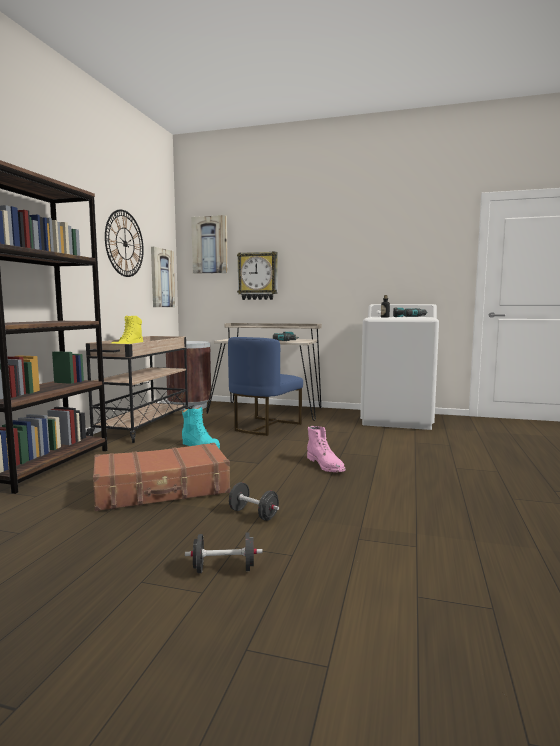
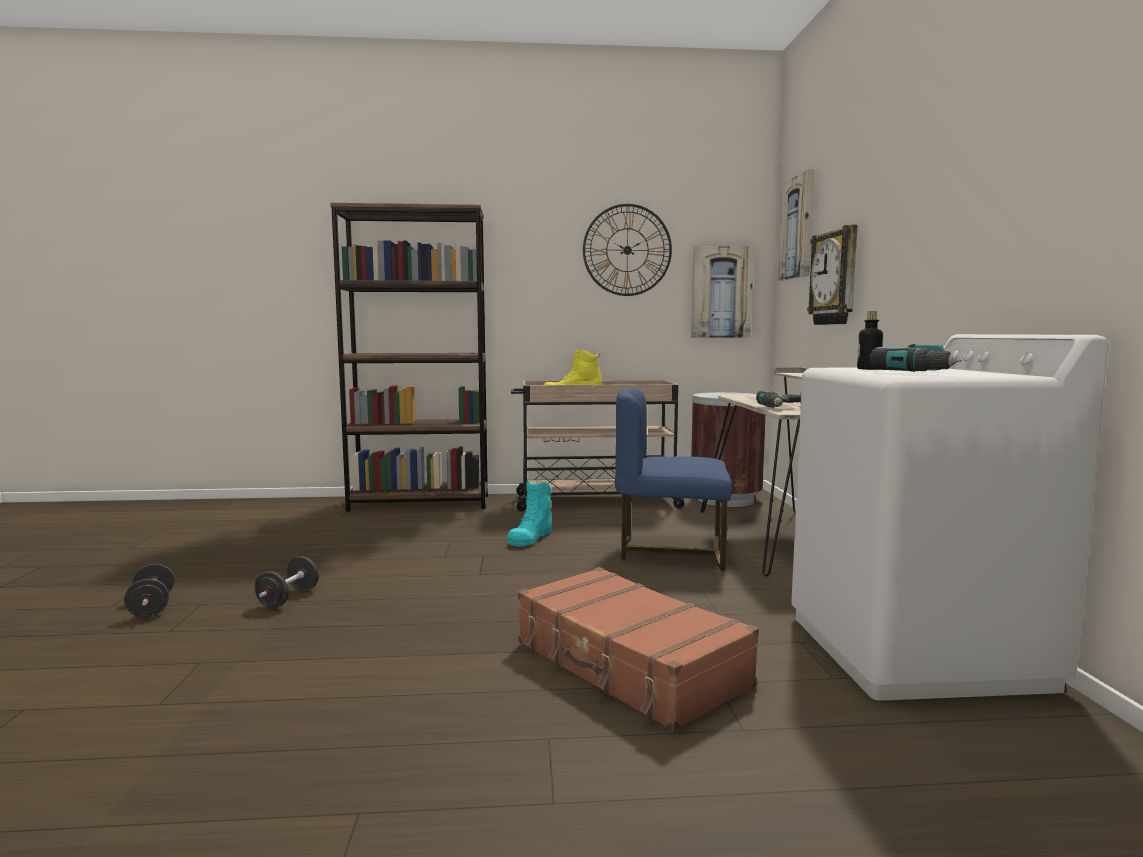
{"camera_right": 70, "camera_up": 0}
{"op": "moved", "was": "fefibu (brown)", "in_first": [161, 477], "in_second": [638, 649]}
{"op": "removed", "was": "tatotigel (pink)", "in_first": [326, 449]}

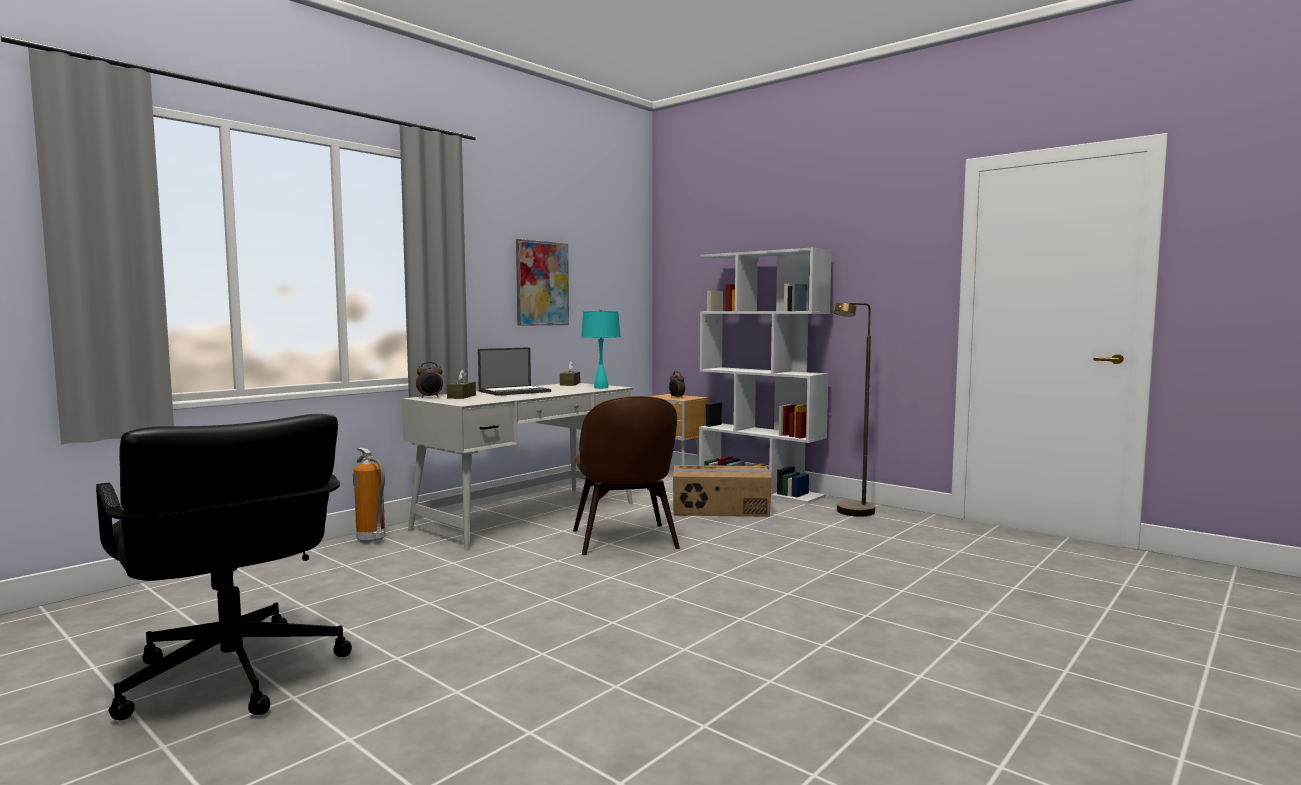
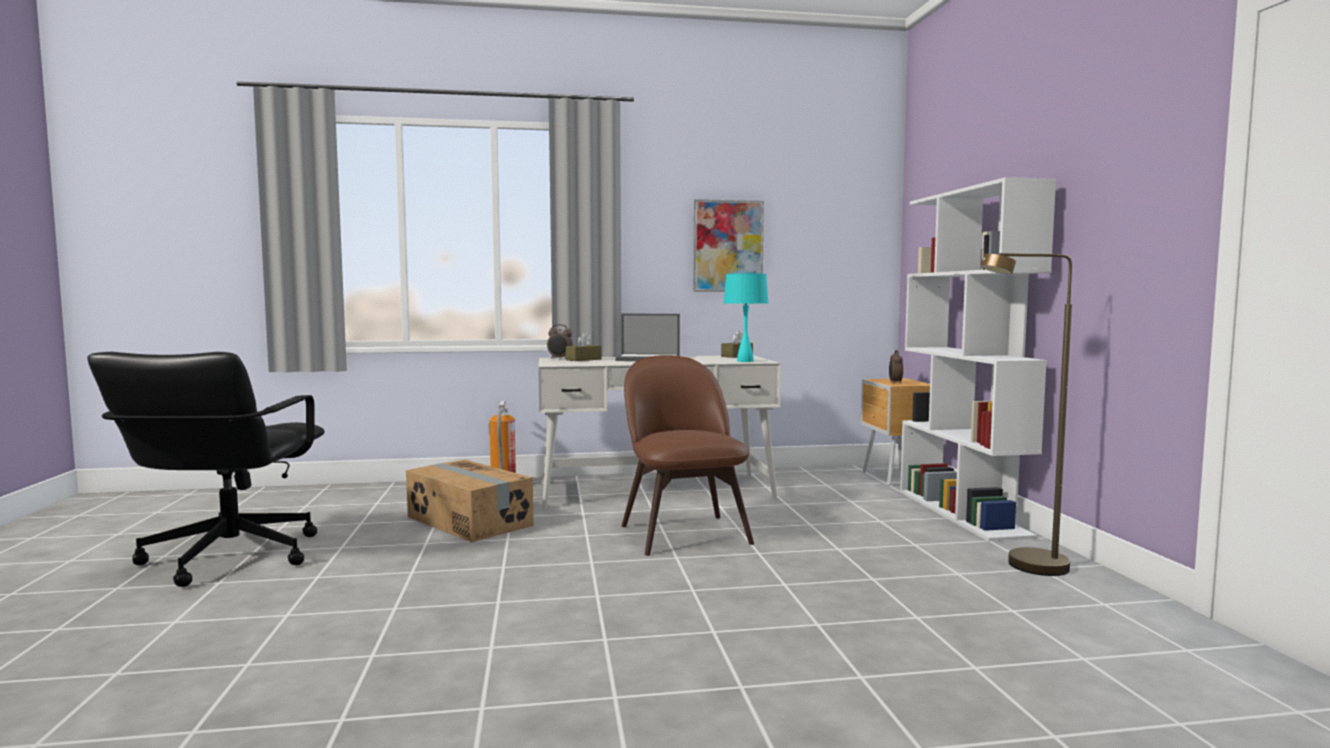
{"camera_right": 40, "camera_up": 0}
{"op": "moved", "was": "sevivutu", "in_first": [722, 491], "in_second": [470, 501]}
{"op": "turned", "was": "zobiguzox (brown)", "in_first": [626, 475], "in_second": [687, 455], "clockwise": 135}

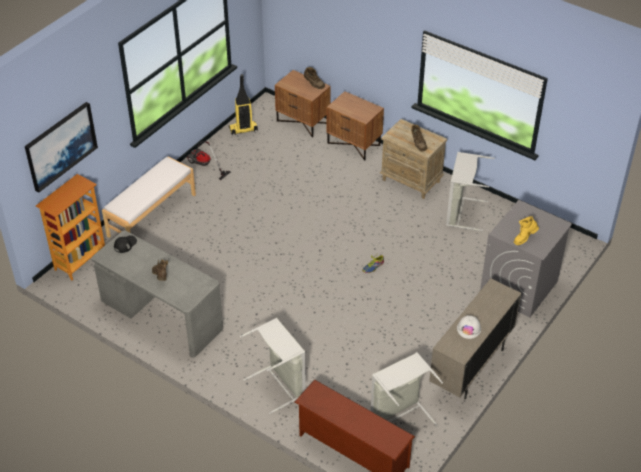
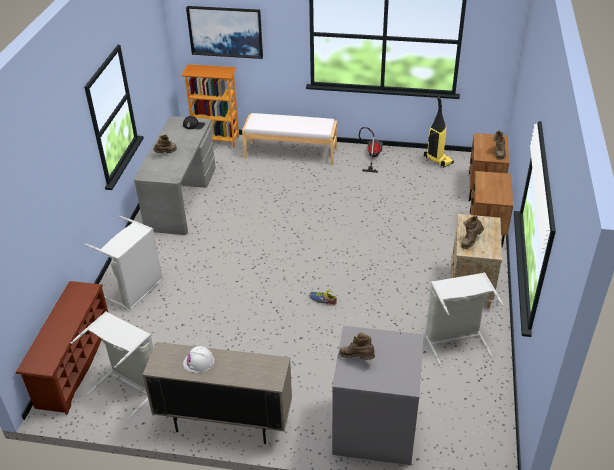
{"camera_right": 65, "camera_up": -5}
{"op": "recoloured", "was": "tatotigel (yellow)", "now": "tatotigel (brown)", "in_first": [526, 230], "in_second": [357, 346]}

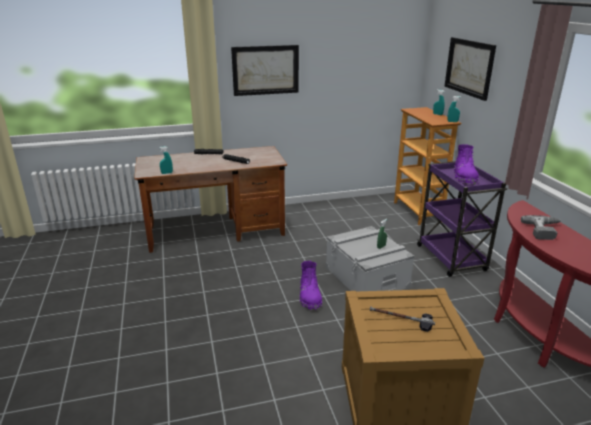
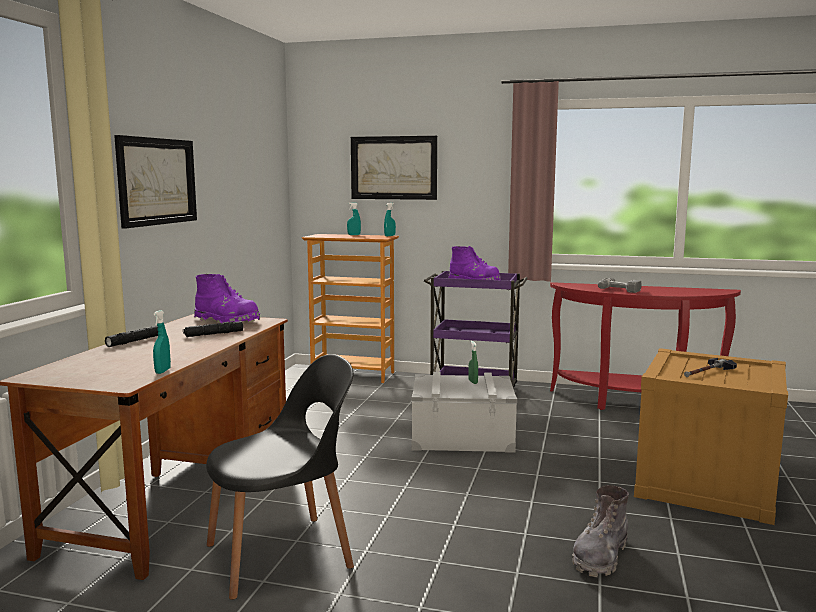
{"camera_right": -60, "camera_up": -15}
{"op": "moved", "was": "tatotigel (purple)", "in_first": [311, 285], "in_second": [227, 298]}
{"op": "added", "now": "zobiguzox (black)", "in_second": [280, 477]}
{"op": "added", "now": "tatotigel (grey)", "in_second": [600, 531]}

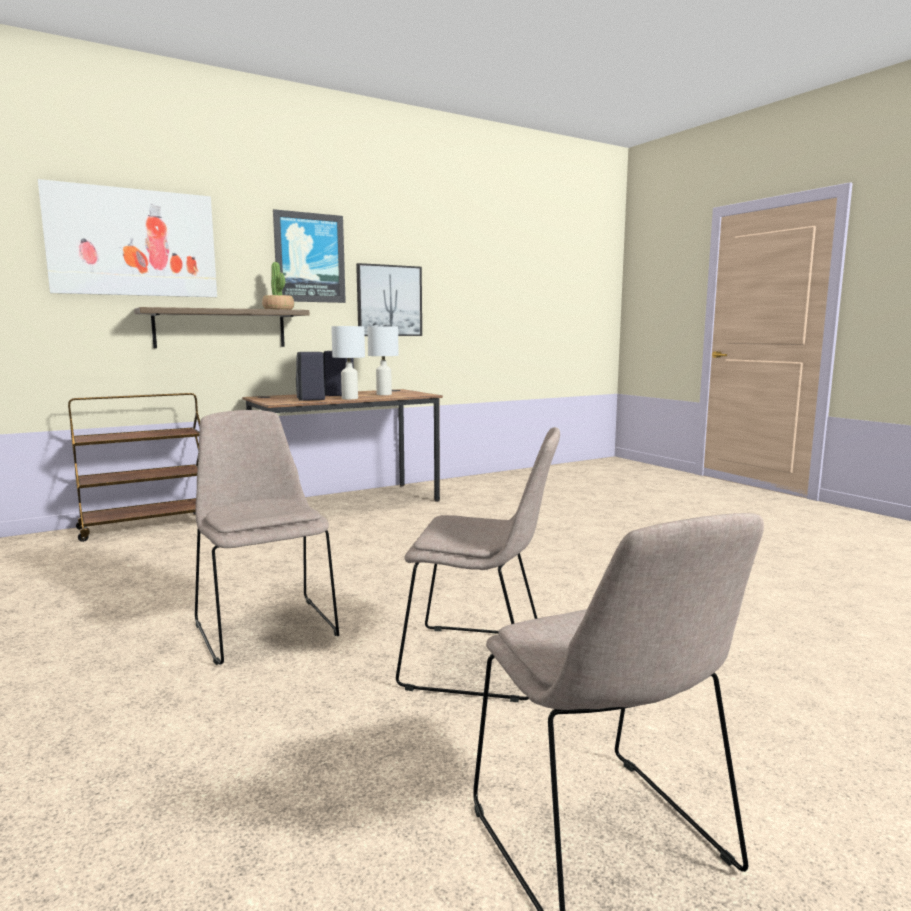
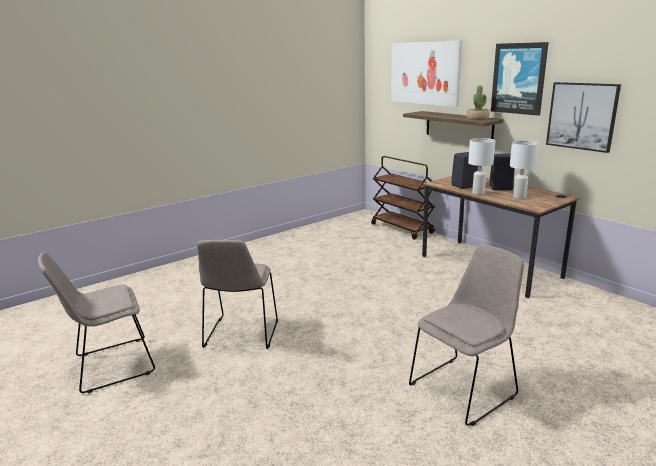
{"camera_right": 85, "camera_up": 10}
{"op": "moved", "was": "zobiguzox (beige)", "in_first": [267, 537], "in_second": [466, 335]}

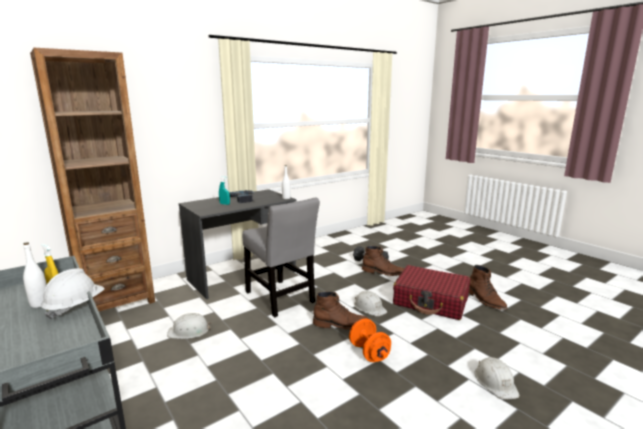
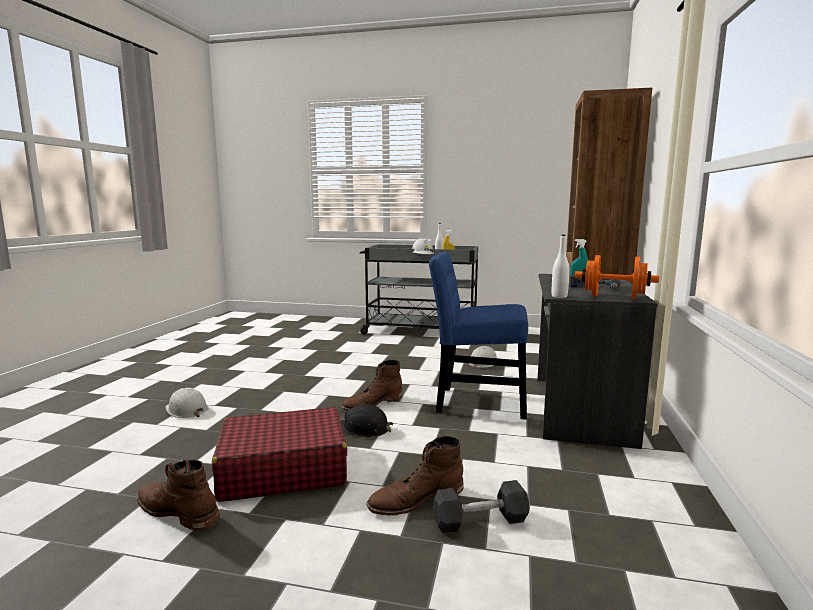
{"camera_right": 140, "camera_up": -5}
{"op": "recoloured", "was": "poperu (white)", "now": "poperu (black)", "in_first": [370, 303], "in_second": [367, 420]}
{"op": "recoloured", "was": "zobiguzox (grey)", "now": "zobiguzox (blue)", "in_first": [281, 258], "in_second": [478, 336]}
{"op": "moved", "was": "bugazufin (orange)", "in_first": [370, 340], "in_second": [617, 277]}

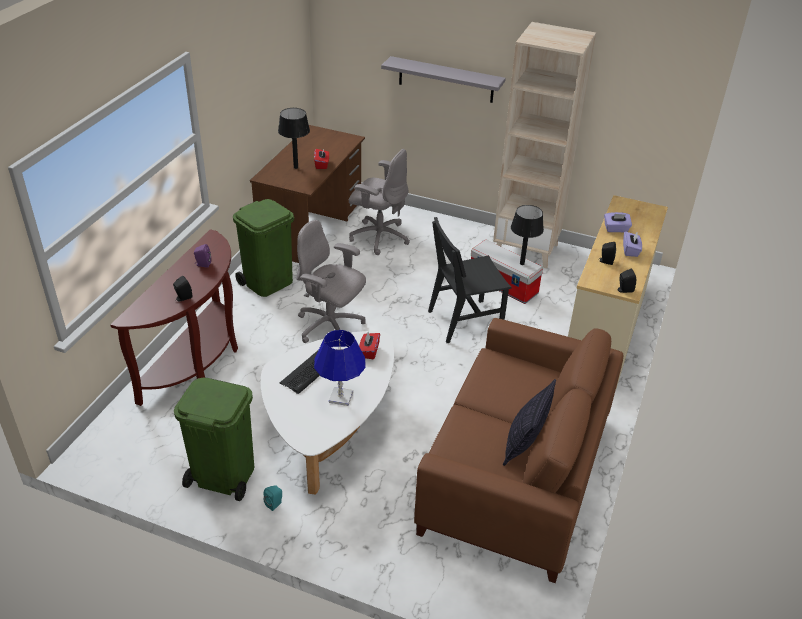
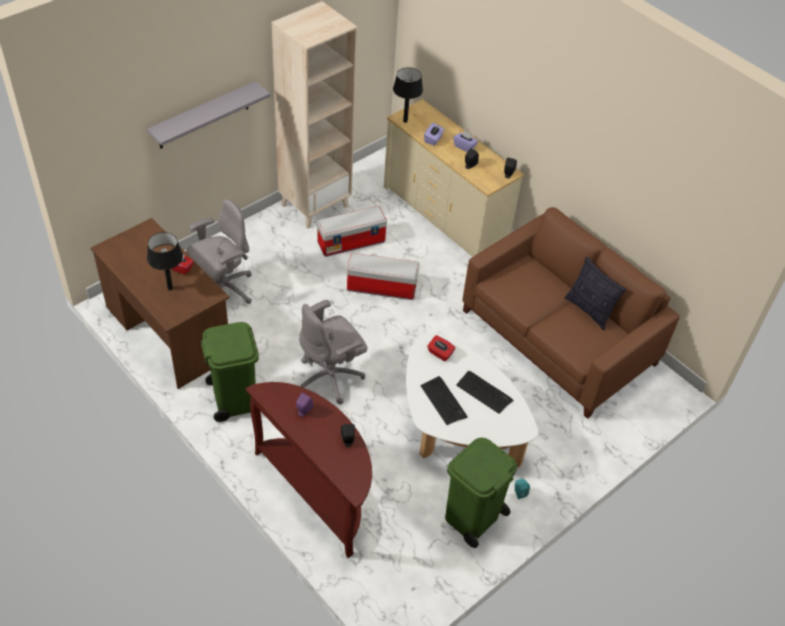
{"camera_right": -65, "camera_up": 10}
{"op": "replaced", "was": "zobiguzox (black)", "now": "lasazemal", "in_first": [469, 280], "in_second": [383, 276]}
{"op": "moved", "was": "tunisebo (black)", "in_first": [527, 235], "in_second": [408, 95]}
{"op": "replaced", "was": "tunisebo (blue)", "now": "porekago", "in_first": [340, 368], "in_second": [484, 392]}

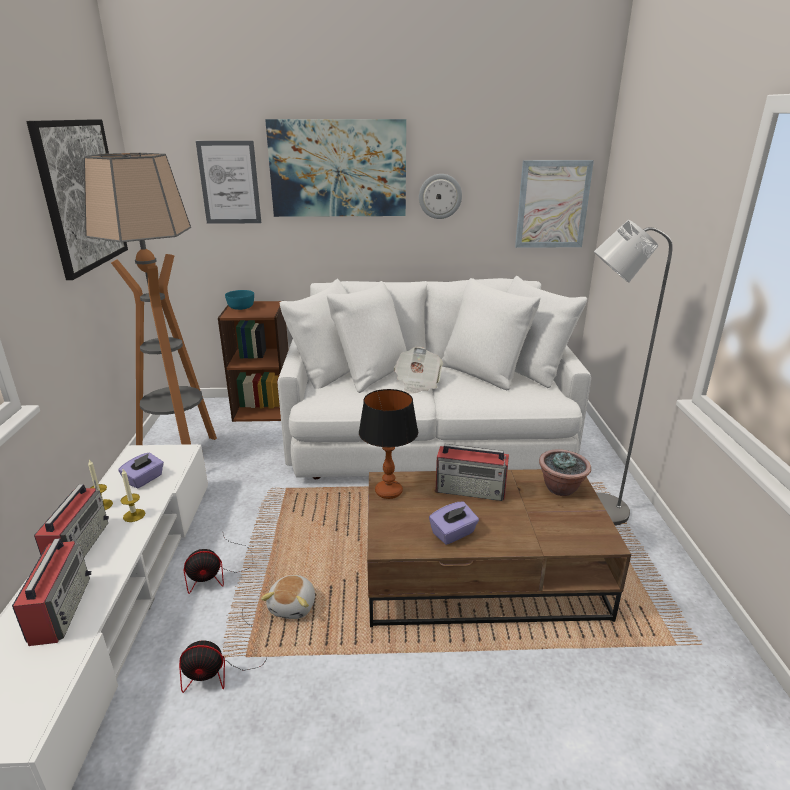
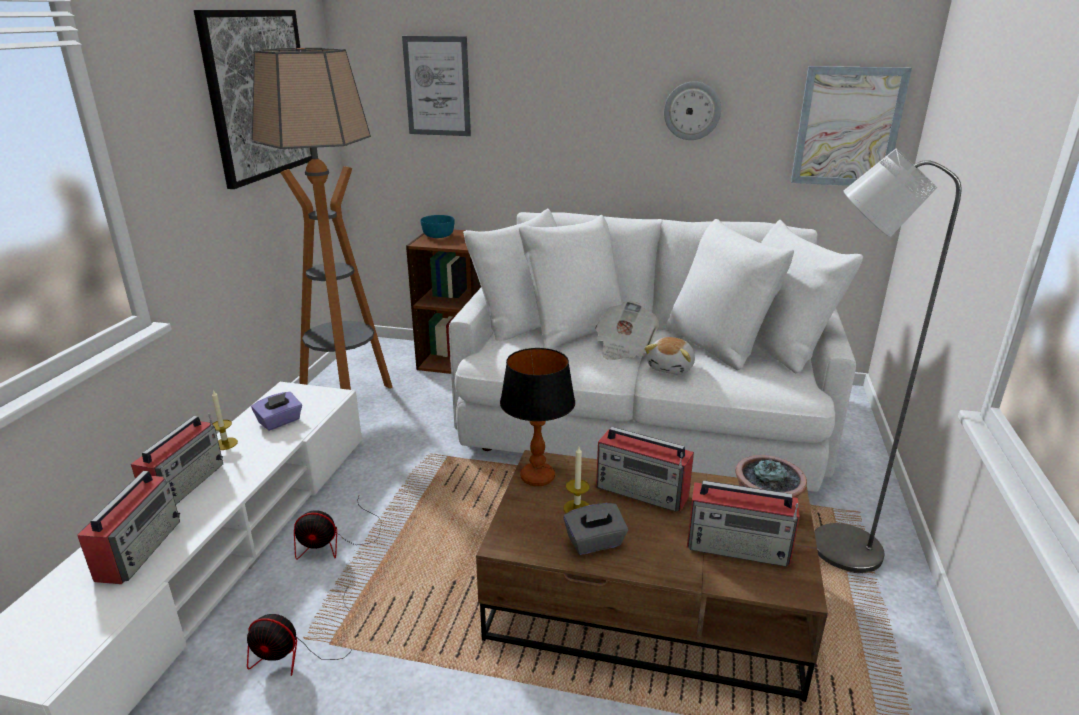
{"camera_right": 15, "camera_up": 0}
{"op": "moved", "was": "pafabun", "in_first": [133, 495], "in_second": [576, 480]}
{"op": "recoloured", "was": "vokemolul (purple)", "now": "vokemolul (grey)", "in_first": [454, 523], "in_second": [596, 529]}
{"op": "moved", "was": "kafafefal", "in_first": [288, 597], "in_second": [669, 355]}
{"op": "added", "now": "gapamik", "in_second": [743, 523]}
{"op": "removed", "was": "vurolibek", "in_first": [335, 168]}

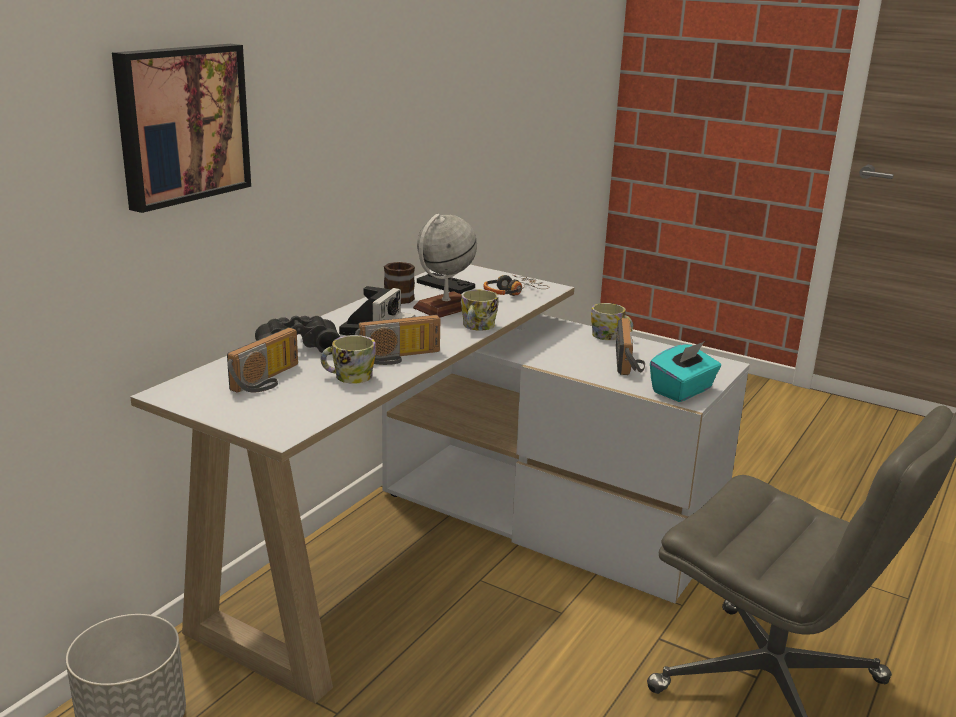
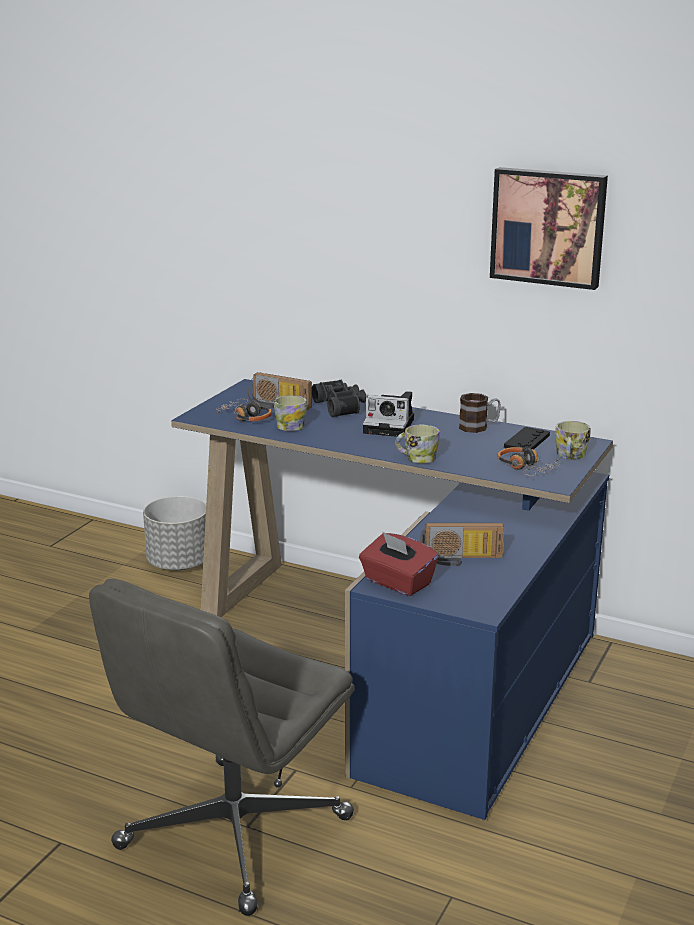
{"camera_right": 85, "camera_up": 0}
{"op": "recoloured", "was": "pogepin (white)", "now": "pogepin (blue)", "in_first": [440, 483], "in_second": [392, 599]}
{"op": "added", "now": "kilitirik", "in_second": [243, 410]}
{"op": "recoloured", "was": "vokemolul (turquoise)", "now": "vokemolul (red)", "in_first": [685, 372], "in_second": [399, 563]}
{"op": "moved", "was": "vurolibek", "in_first": [181, 128], "in_second": [549, 228]}
{"op": "moved", "was": "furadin", "in_first": [612, 321], "in_second": [573, 440]}
{"op": "removed", "was": "gapamik", "in_first": [397, 340]}
{"op": "removed", "was": "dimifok", "in_first": [445, 266]}

